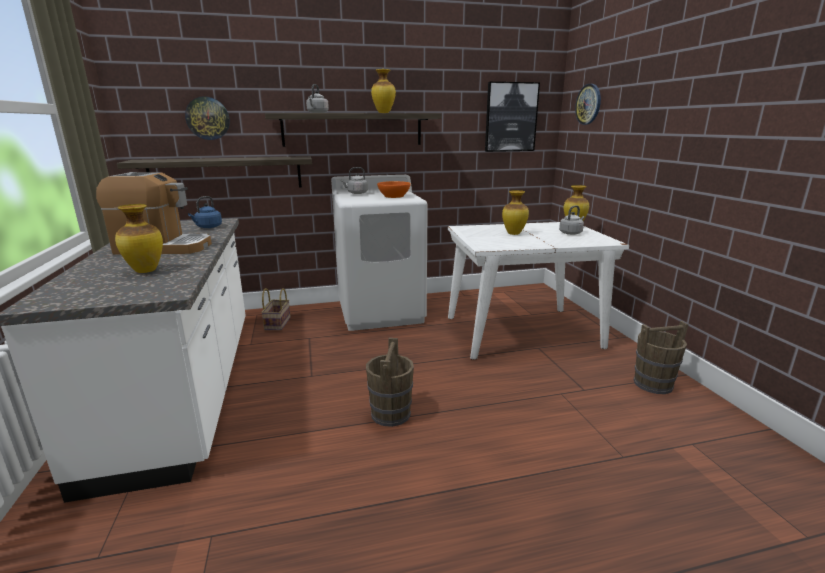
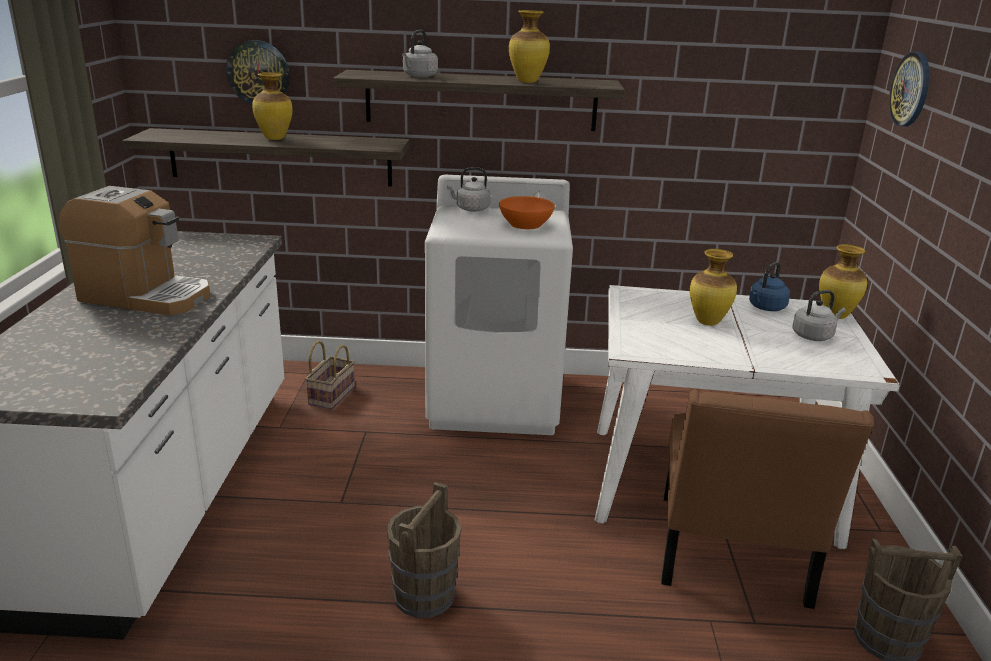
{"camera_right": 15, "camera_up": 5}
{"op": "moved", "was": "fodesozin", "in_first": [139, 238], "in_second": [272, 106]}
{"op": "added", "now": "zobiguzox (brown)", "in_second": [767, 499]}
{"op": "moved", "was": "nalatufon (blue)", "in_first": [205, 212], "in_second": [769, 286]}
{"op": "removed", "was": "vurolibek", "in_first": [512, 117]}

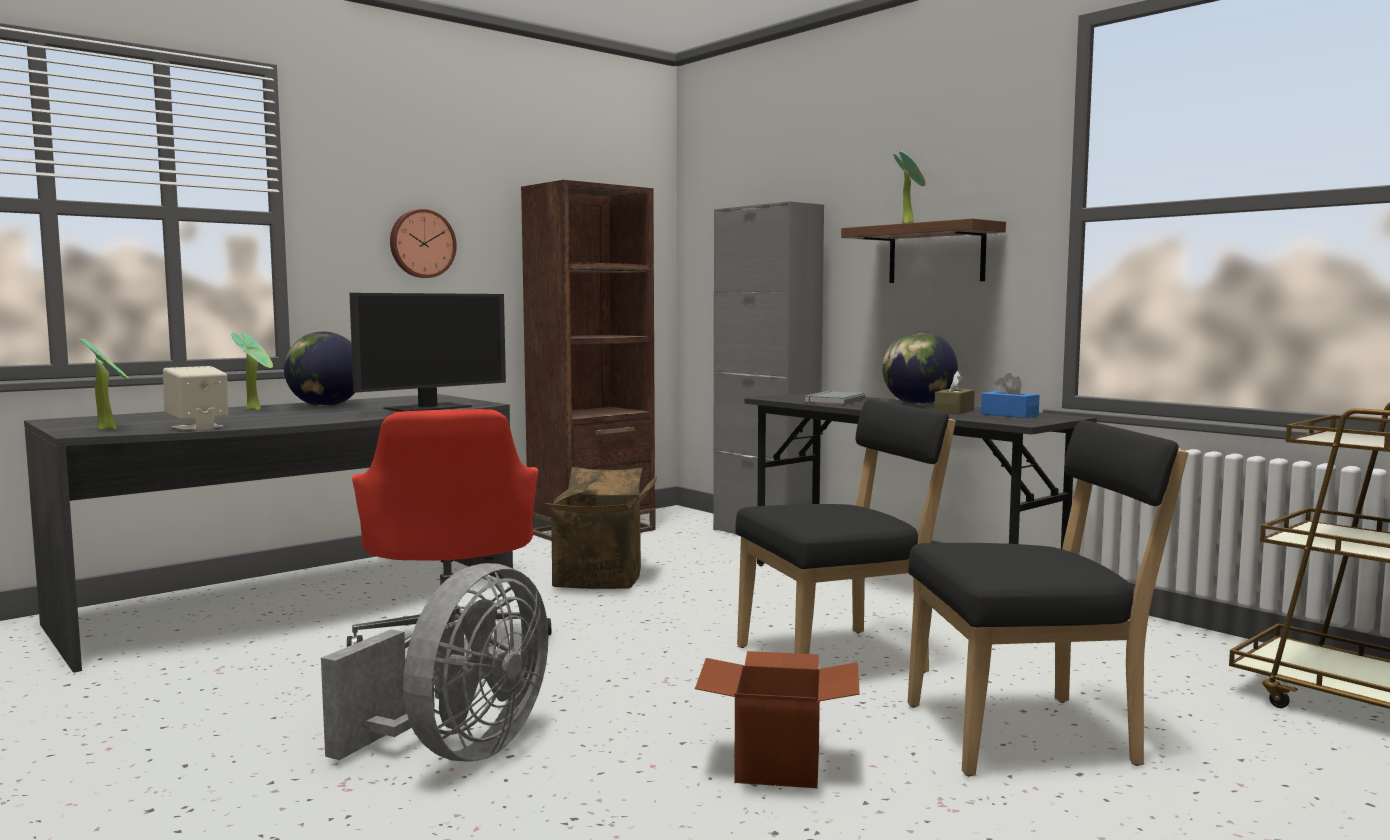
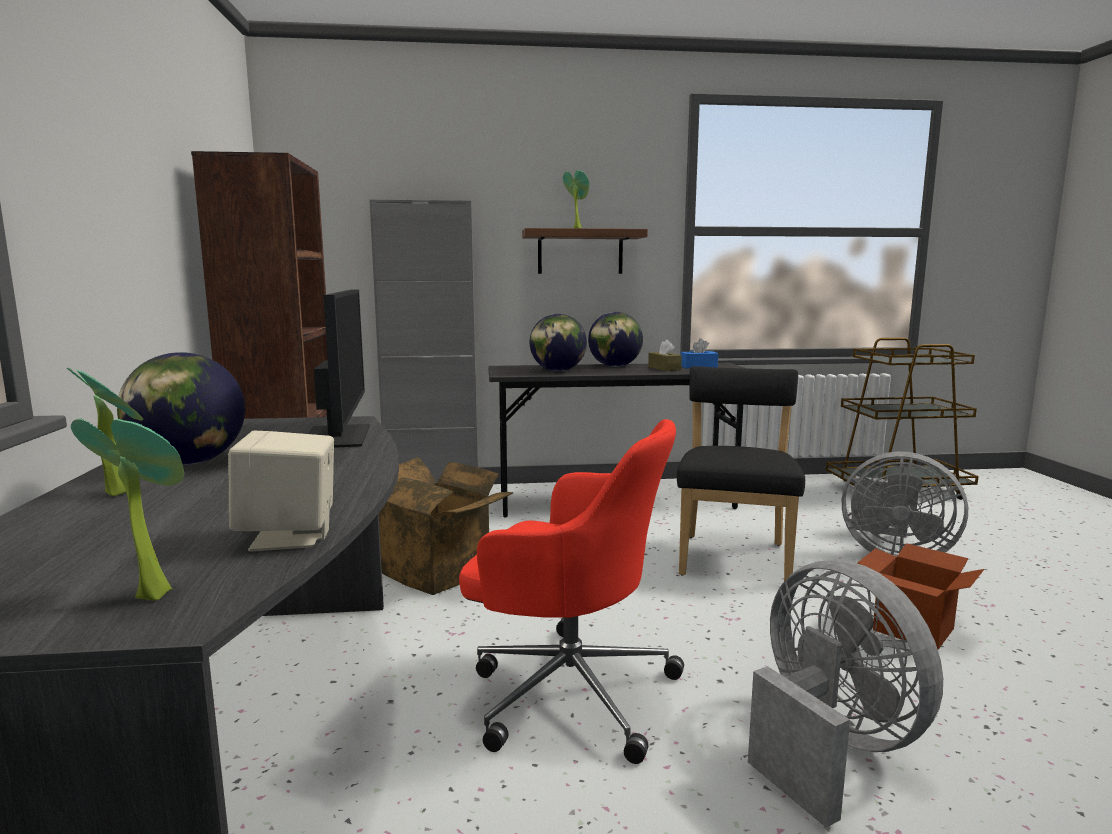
{"camera_right": -55, "camera_up": 5}
{"op": "replaced", "was": "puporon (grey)", "now": "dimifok", "in_first": [835, 397], "in_second": [558, 342]}
{"op": "replaced", "was": "zobiguzox (black)", "now": "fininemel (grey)", "in_first": [1048, 598], "in_second": [905, 504]}
{"op": "removed", "was": "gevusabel", "in_first": [423, 243]}

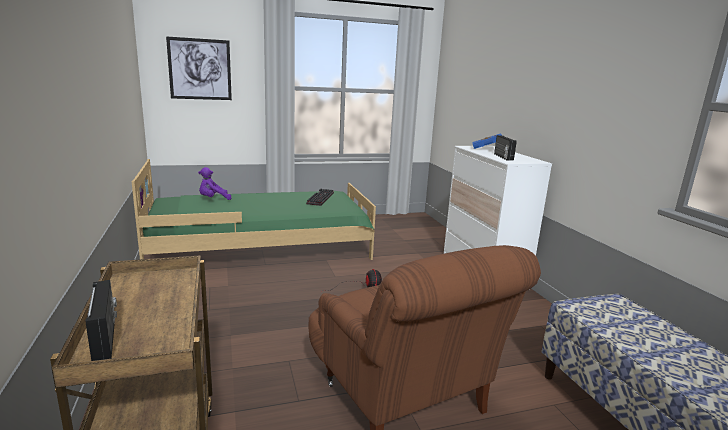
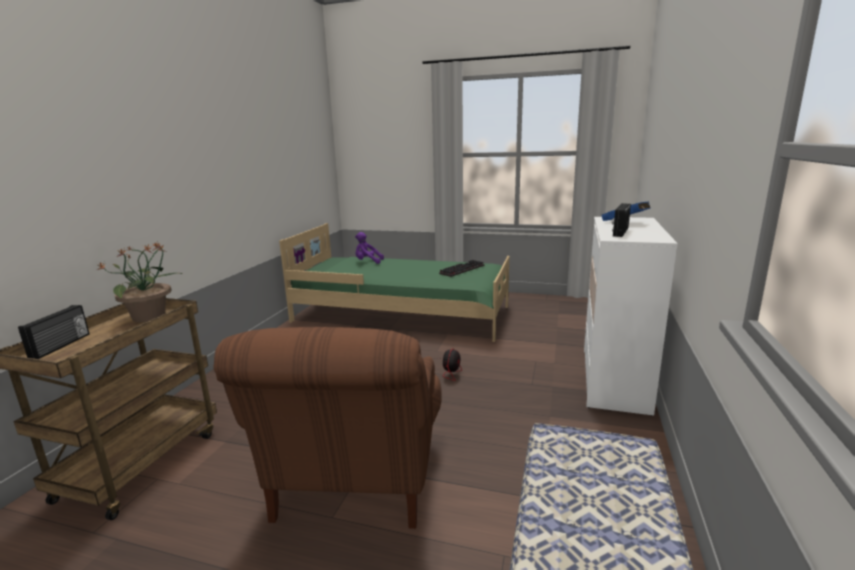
{"camera_right": 35, "camera_up": 0}
{"op": "added", "now": "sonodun", "in_second": [139, 282]}
{"op": "removed", "was": "vurolibek", "in_first": [199, 68]}

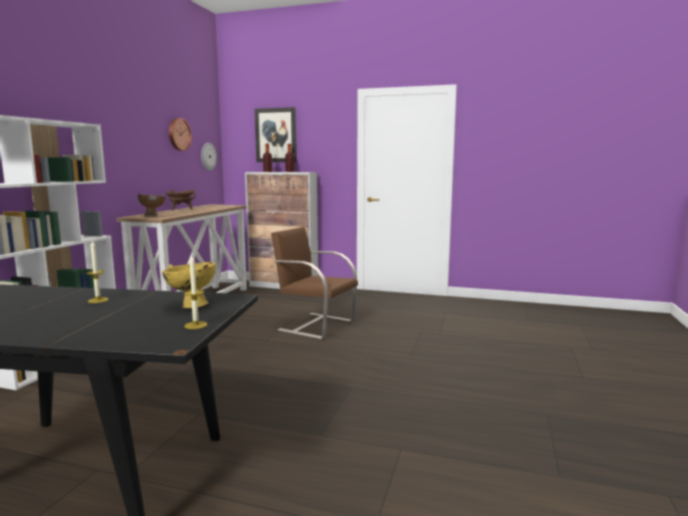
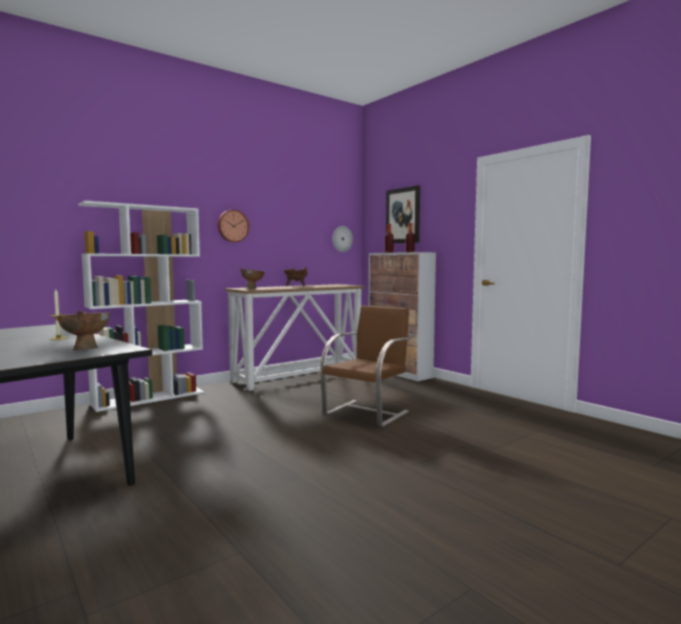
{"camera_right": 35, "camera_up": -5}
{"op": "recoloured", "was": "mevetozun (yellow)", "now": "mevetozun (brown)", "in_first": [189, 285], "in_second": [83, 330]}
{"op": "moved", "was": "gevusabel", "in_first": [180, 134], "in_second": [233, 226]}
{"op": "turned", "was": "zobiguzox (brown)", "in_first": [314, 283], "in_second": [365, 366], "clockwise": 60}
{"op": "removed", "was": "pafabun", "in_first": [195, 291]}

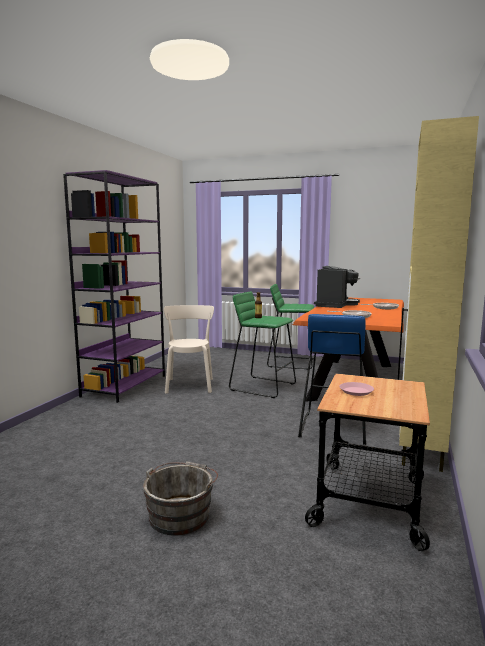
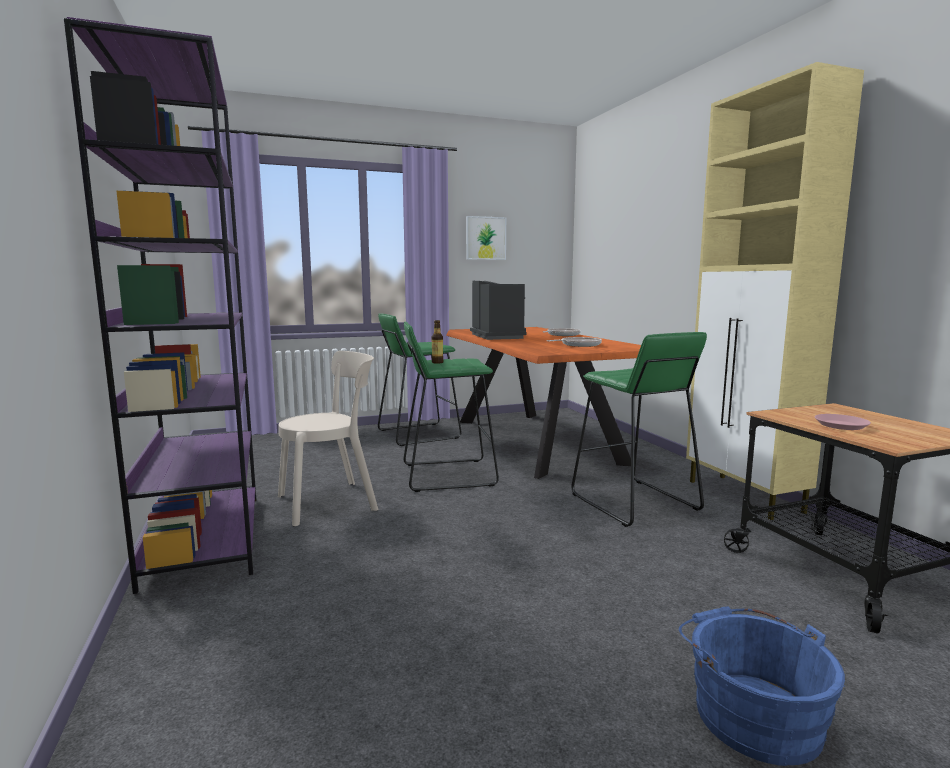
{"camera_right": -40, "camera_up": 0}
{"op": "turned", "was": "zobiguzox (beige)", "in_first": [189, 349], "in_second": [328, 438], "clockwise": 105}
{"op": "added", "now": "vurolibek", "in_second": [486, 238]}
{"op": "recoloured", "was": "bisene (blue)", "now": "bisene (green)", "in_first": [332, 379], "in_second": [639, 429]}
{"op": "recoloured", "was": "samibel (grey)", "now": "samibel (blue)", "in_first": [180, 498], "in_second": [762, 686]}

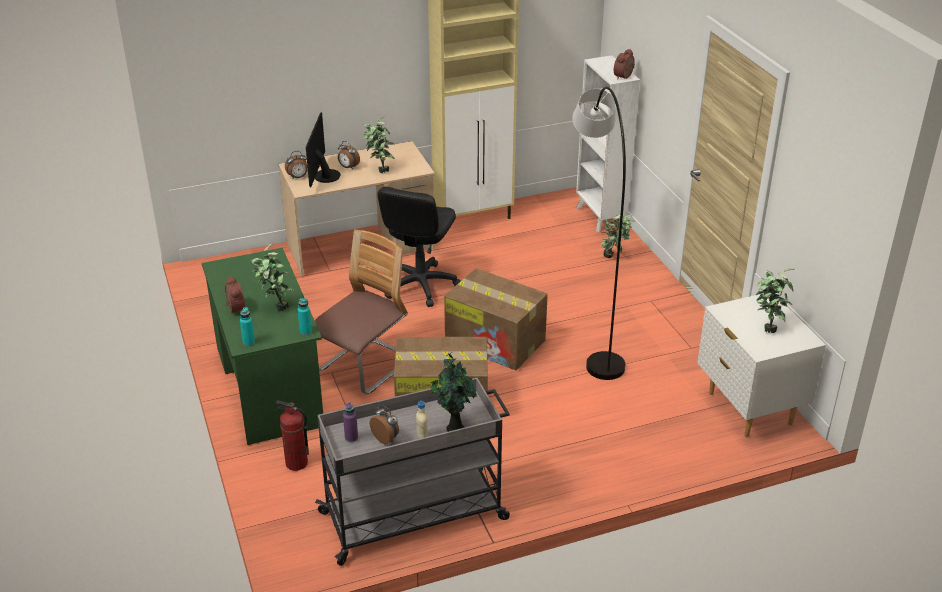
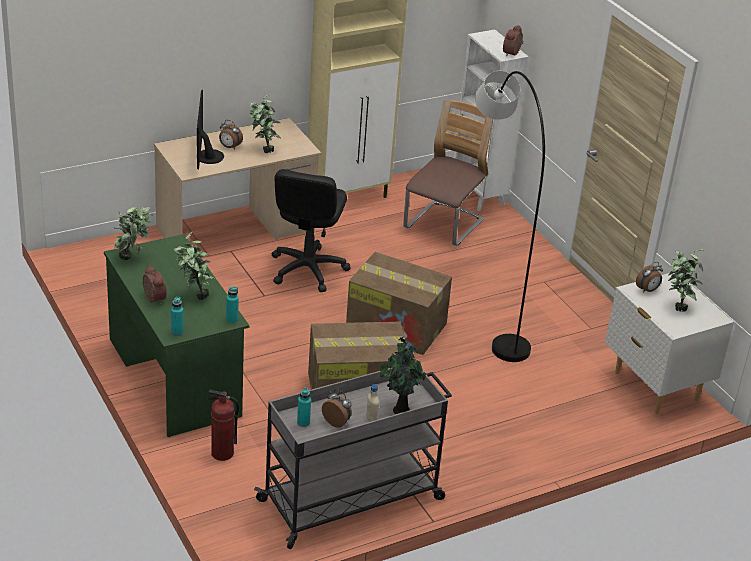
{"camera_right": -10, "camera_up": 0}
{"op": "moved", "was": "sonodun", "in_first": [618, 236], "in_second": [133, 233]}
{"op": "recoloured", "was": "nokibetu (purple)", "now": "nokibetu (turquoise)", "in_first": [350, 422], "in_second": [304, 407]}
{"op": "moved", "was": "zobiguzox", "in_first": [361, 312], "in_second": [448, 173]}
{"op": "moved", "was": "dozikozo", "in_first": [296, 165], "in_second": [649, 277]}

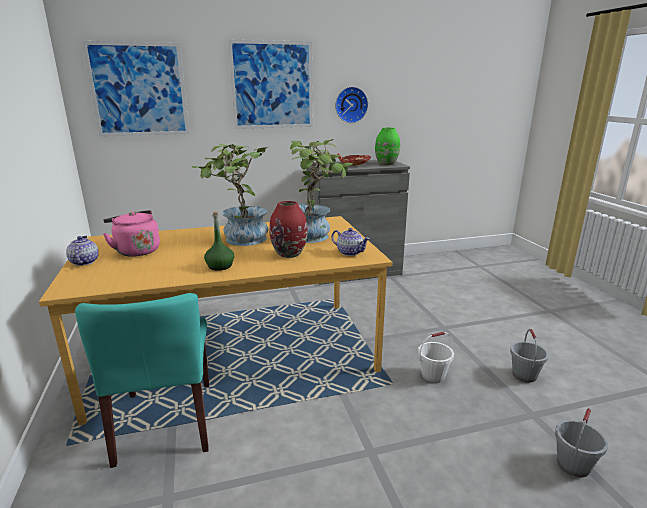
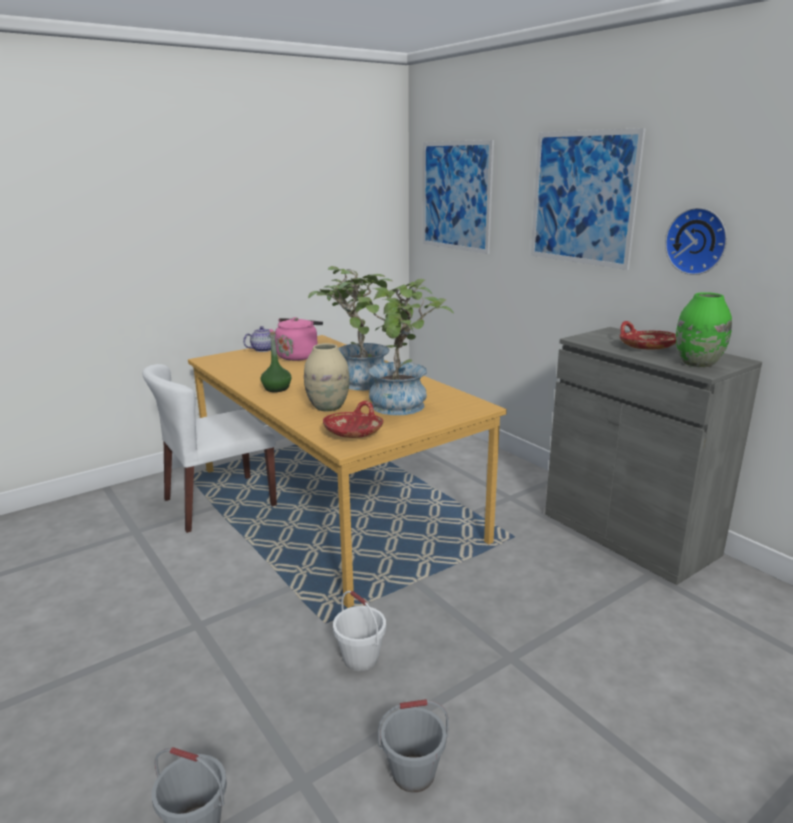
{"camera_right": 70, "camera_up": 0}
{"op": "recoloured", "was": "zobiguzox (turquoise)", "now": "zobiguzox (white)", "in_first": [142, 380], "in_second": [209, 448]}
{"op": "recoloured", "was": "fodesozin (red)", "now": "fodesozin (beige)", "in_first": [288, 229], "in_second": [327, 377]}
{"op": "replaced", "was": "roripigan", "now": "mevetozun (red)", "in_first": [351, 242], "in_second": [353, 419]}

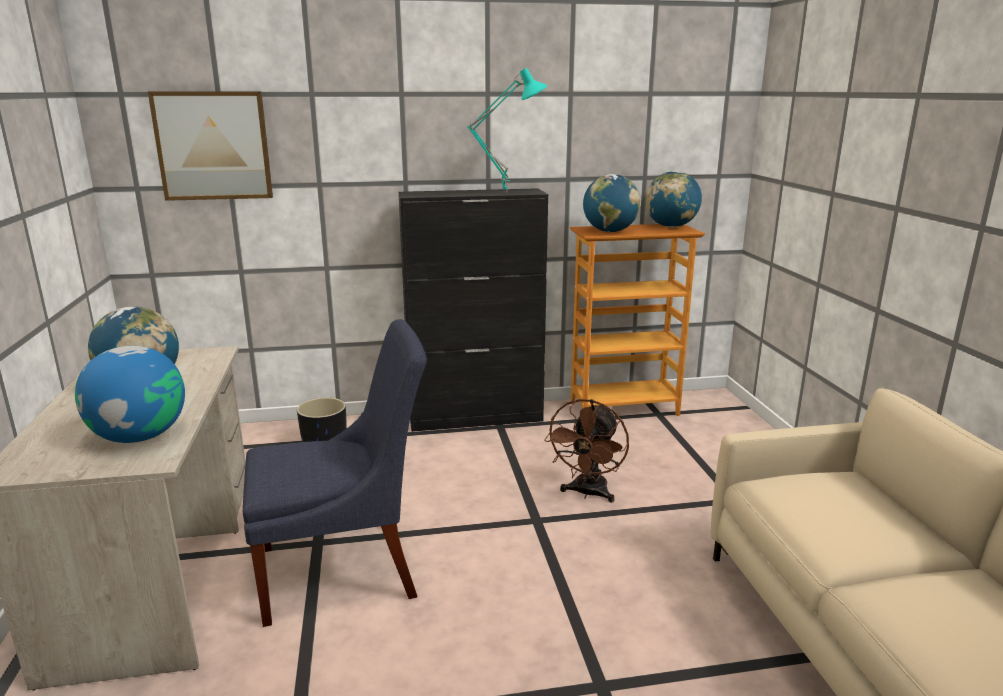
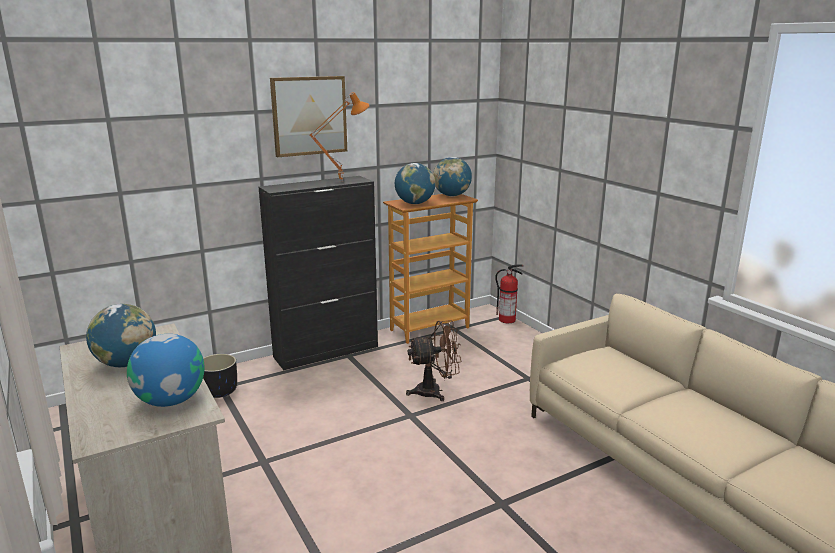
{"camera_right": -20, "camera_up": 0}
{"op": "moved", "was": "vurolibek", "in_first": [210, 146], "in_second": [308, 116]}
{"op": "recoloured", "was": "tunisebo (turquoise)", "now": "tunisebo (orange)", "in_first": [507, 130], "in_second": [339, 137]}
{"op": "turned", "was": "fininemel (brown)", "in_first": [586, 451], "in_second": [434, 360], "clockwise": -105}
{"op": "added", "now": "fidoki", "in_second": [509, 293]}
{"op": "removed", "was": "zobiguzox (blue)", "in_first": [335, 473]}

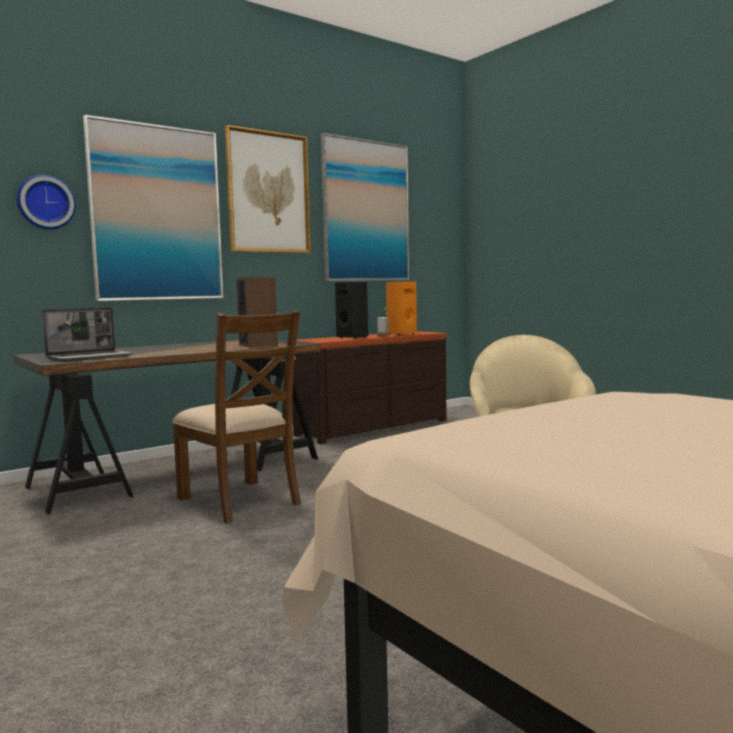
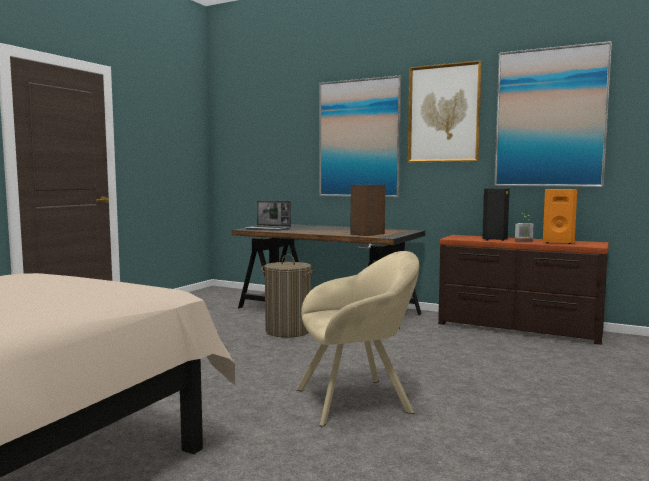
{"camera_right": 65, "camera_up": 0}
{"op": "replaced", "was": "zobiguzox (brown)", "now": "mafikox", "in_first": [236, 417], "in_second": [287, 296]}
{"op": "removed", "was": "gevusabel", "in_first": [46, 202]}

